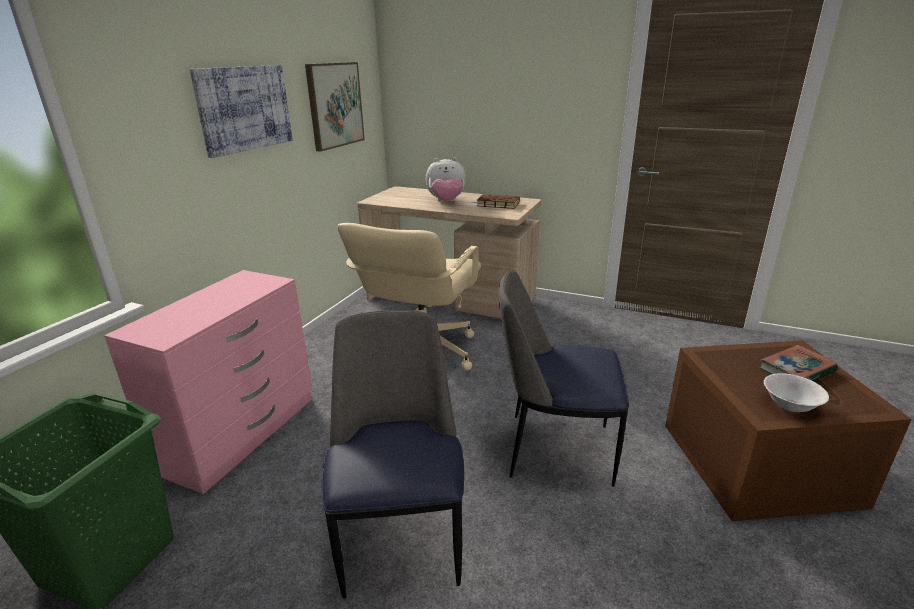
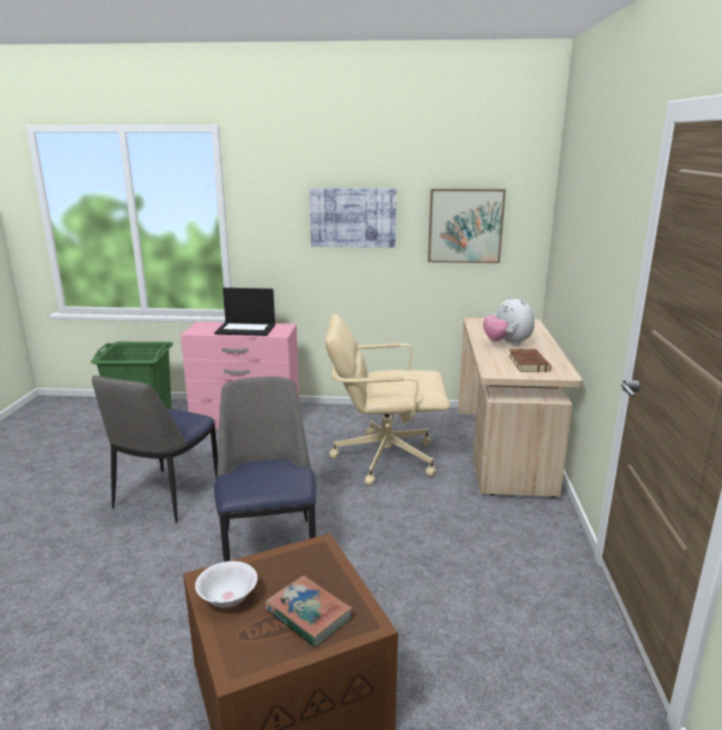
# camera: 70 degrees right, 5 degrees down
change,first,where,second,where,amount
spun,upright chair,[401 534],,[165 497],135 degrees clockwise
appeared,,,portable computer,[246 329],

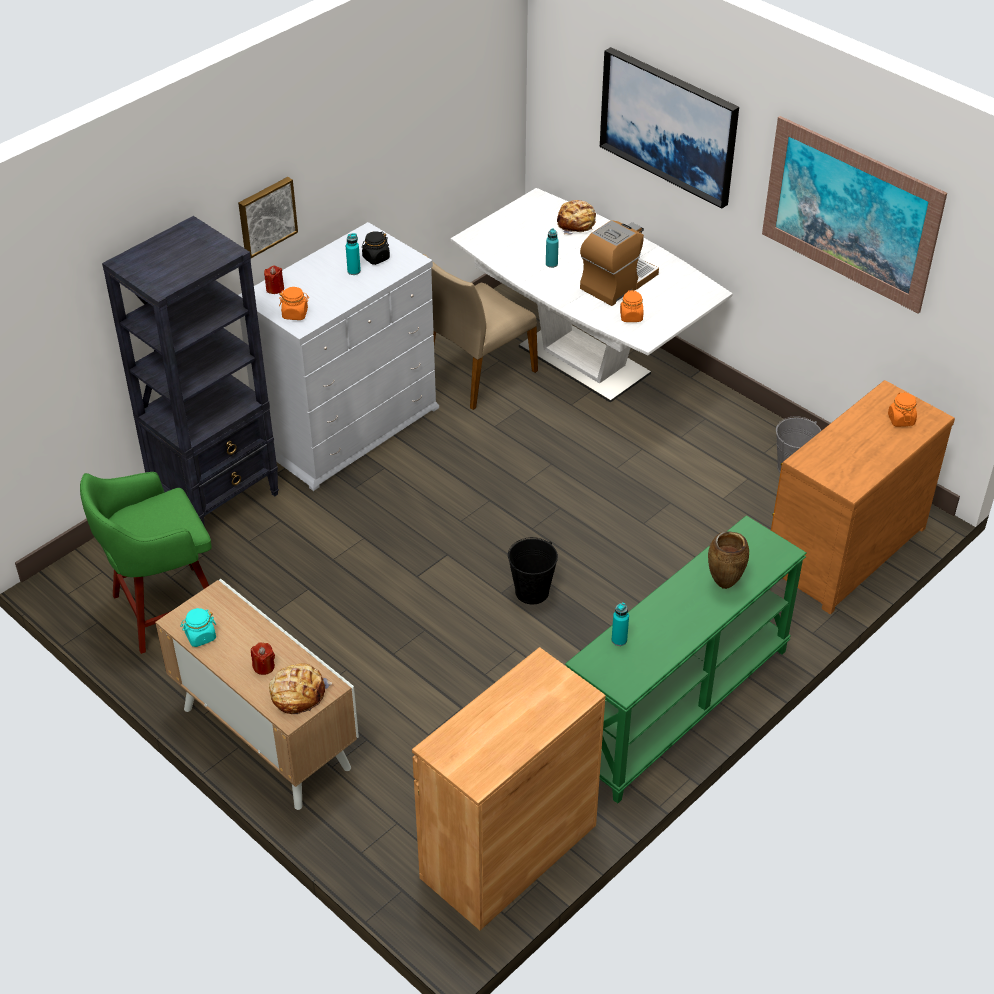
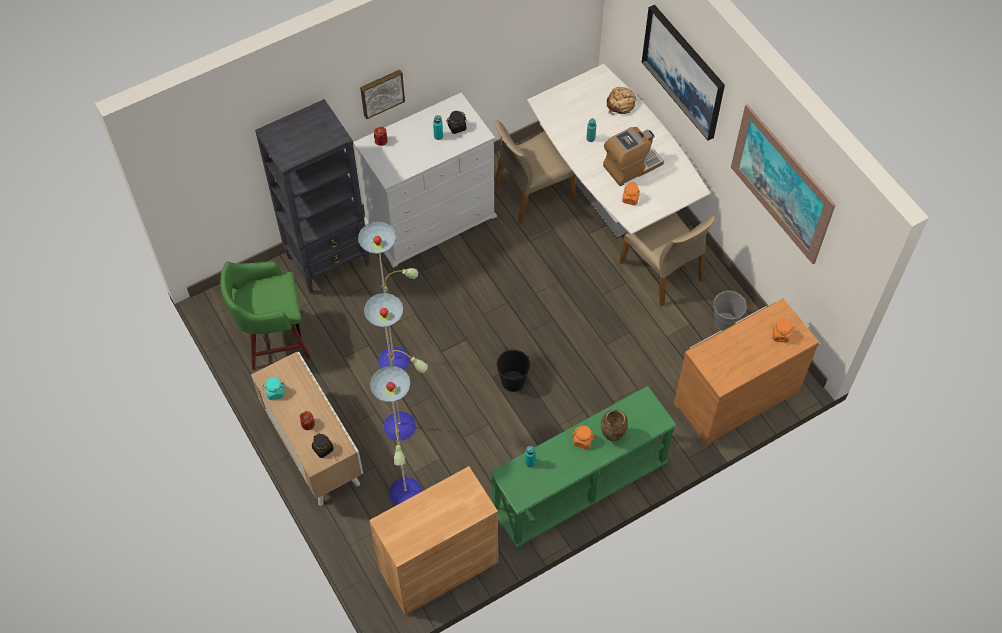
# camera: 15 degrees right, 15 degrees up
change,first,where,second,where,amount
exchanged,baked bread,[298 694],jar in black-coloured,[323 449],
appeared,,,standing lamp,[402 426],
relocated,jar in orange-coloured,[295 314],,[583 440],
appeared,,,upright chair in beige,[662 271],

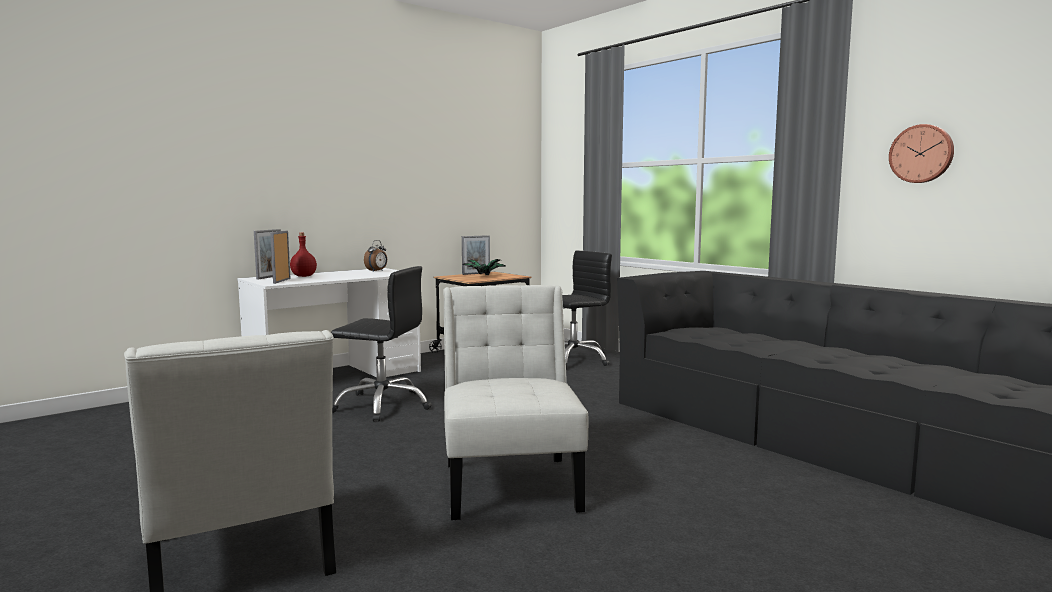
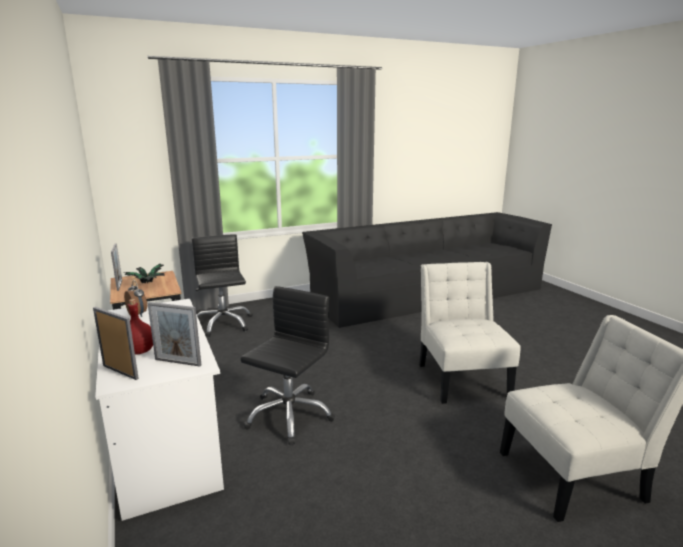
# camera: 75 degrees left, 10 degrees up
change,first,where,second,where,amount
spun,upright chair in white,[510 482],,[461 377],75 degrees clockwise
missing,hanging clock,[921 154],,,

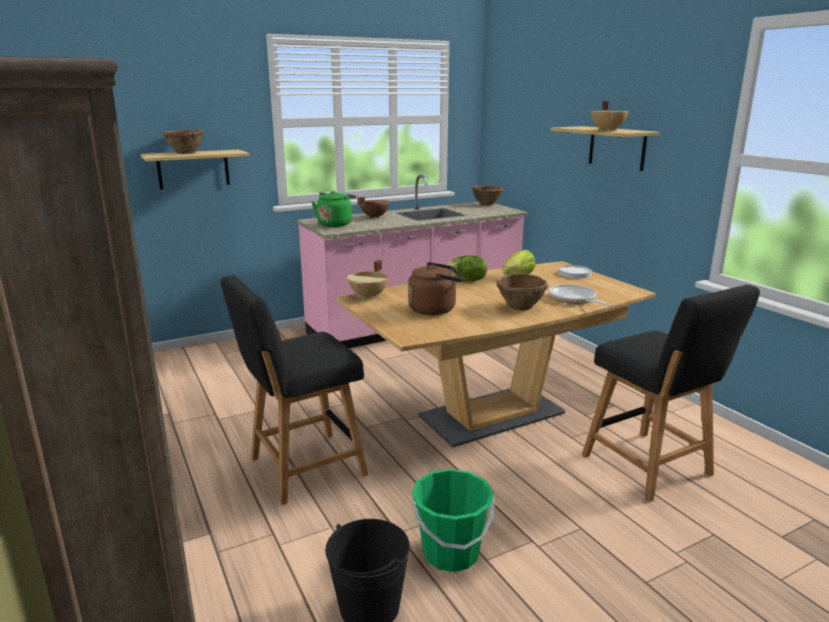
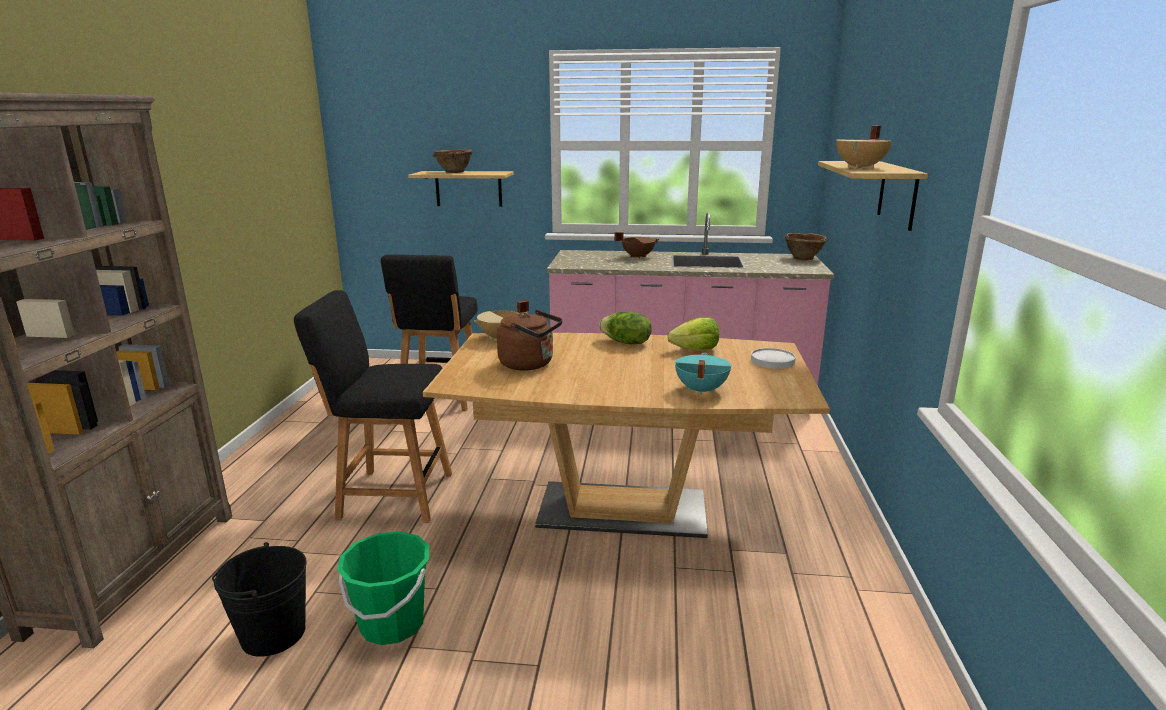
# camera: 35 degrees right, 0 degrees up
change,first,where,second,where,amount
relocated,upright chair in black-coloured,[651 468],,[440 397],
exchanged,pan,[574 299],saucepot in blue-green,[700 390],
missing,water kettle in greenish,[335 224],,,
missing,deep dish in brown,[521 307],,,

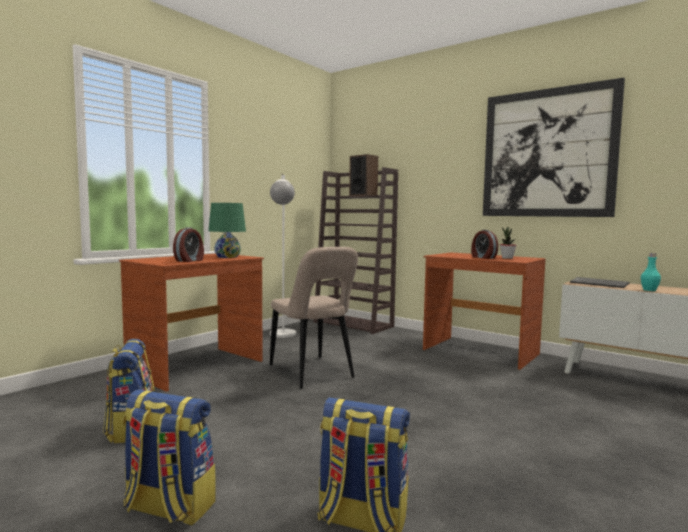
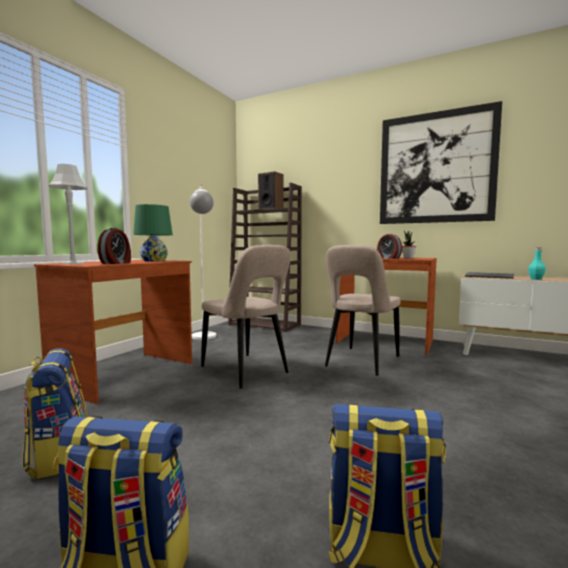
# camera: 10 degrees left, 0 degrees up
change,first,where,second,where,amount
appeared,,,tabletop lamp in grey,[73 263],
appeared,,,upright chair in beige,[361 362],

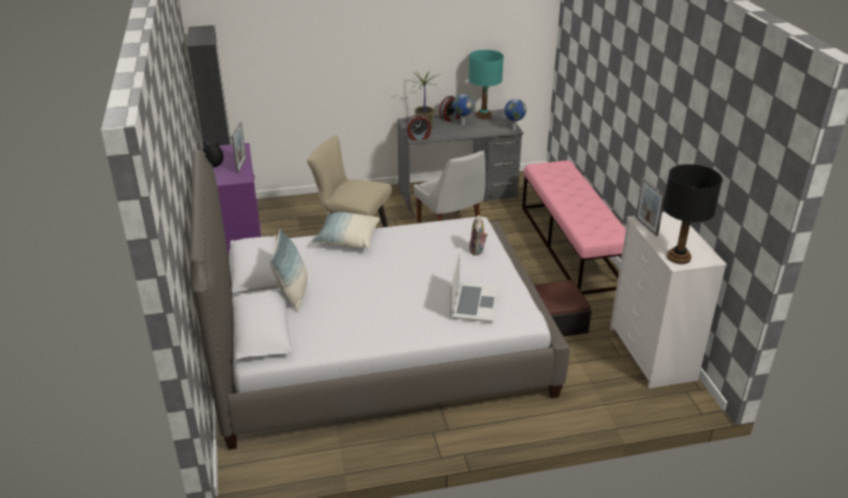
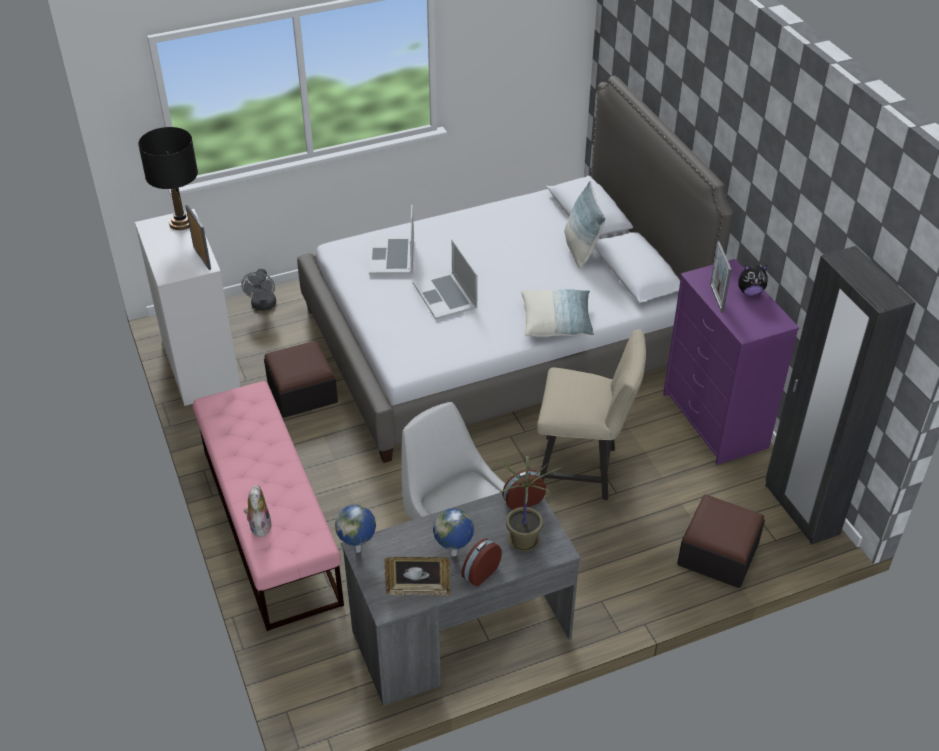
# camera: 170 degrees right, 10 degrees up
change,first,where,second,where,amount
appeared,,,electric fan in grey,[263 306],
relocated,plush toy,[478 250],,[259 525],
exchanged,tabletop lamp in blue-green,[483 116],standing frame,[418 590],
appeared,,,portable computer,[445 295],
appeared,,,ottoman,[718 554],

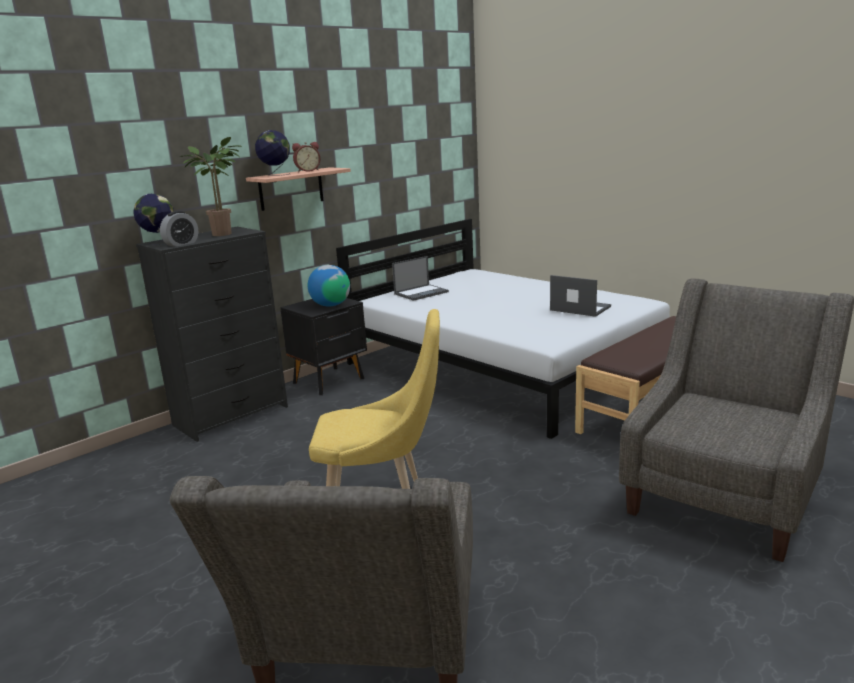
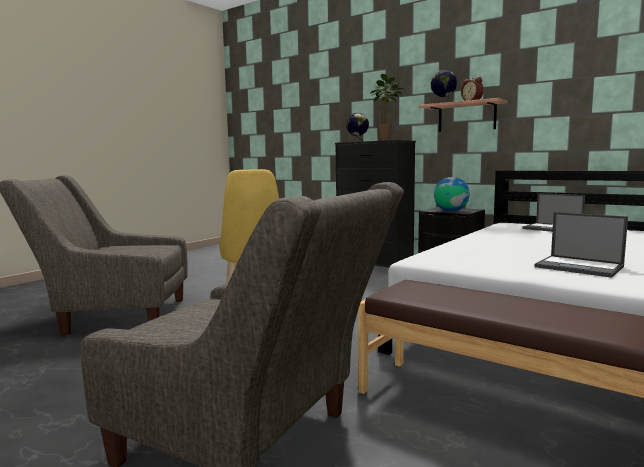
# camera: 80 degrees right, 10 degrees down
change,first,where,second,where,amount
spun,portable computer,[579 308],,[580 267],105 degrees clockwise
missing,bedside clock,[181 244],,,

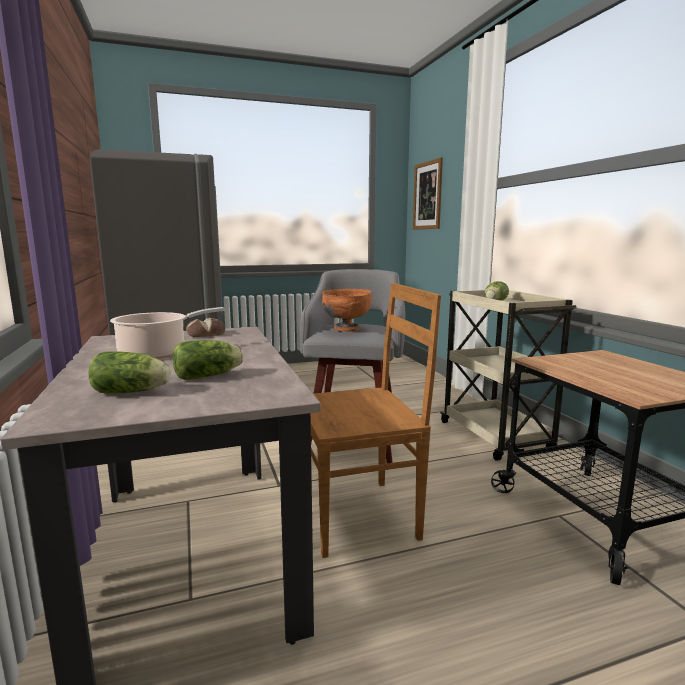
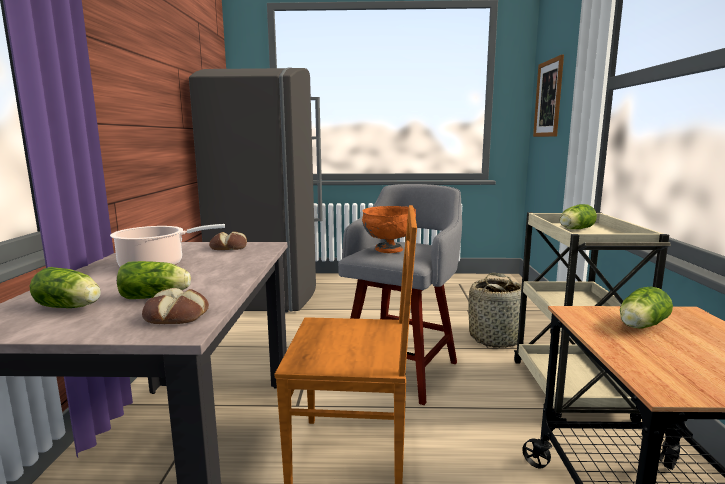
# camera: 20 degrees right, 0 degrees up
change,first,where,second,where,amount
appeared,,,baked bread,[175 316],
appeared,,,basket,[496 338],
appeared,,,lettuce head,[640 326],

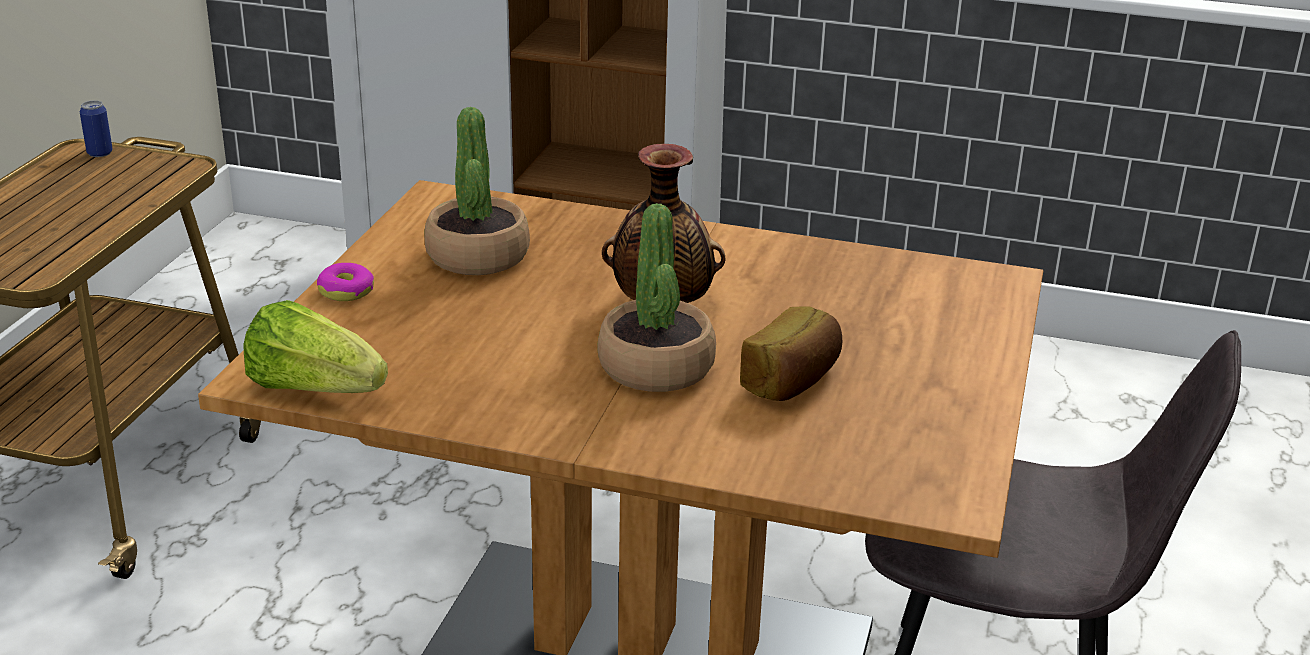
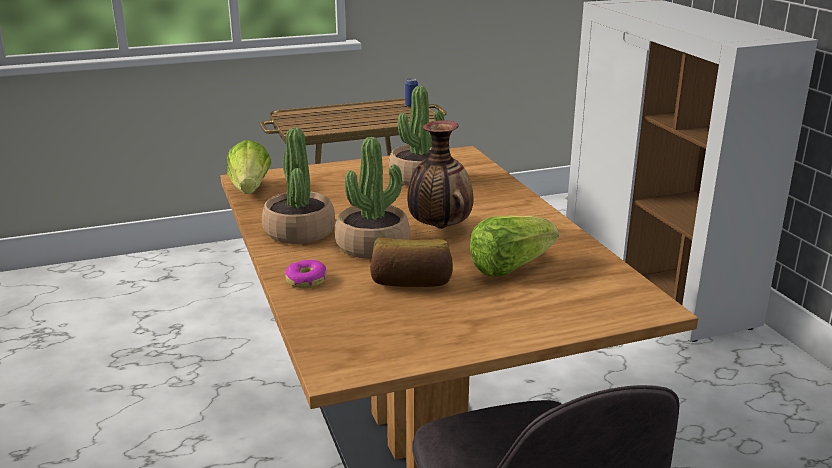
# camera: 55 degrees right, 5 degrees down
change,first,where,second,where,amount
appeared,,,houseplant,[299 231],
relocated,donut,[346 291],,[306 280],
appeared,,,lettuce head,[509 267],

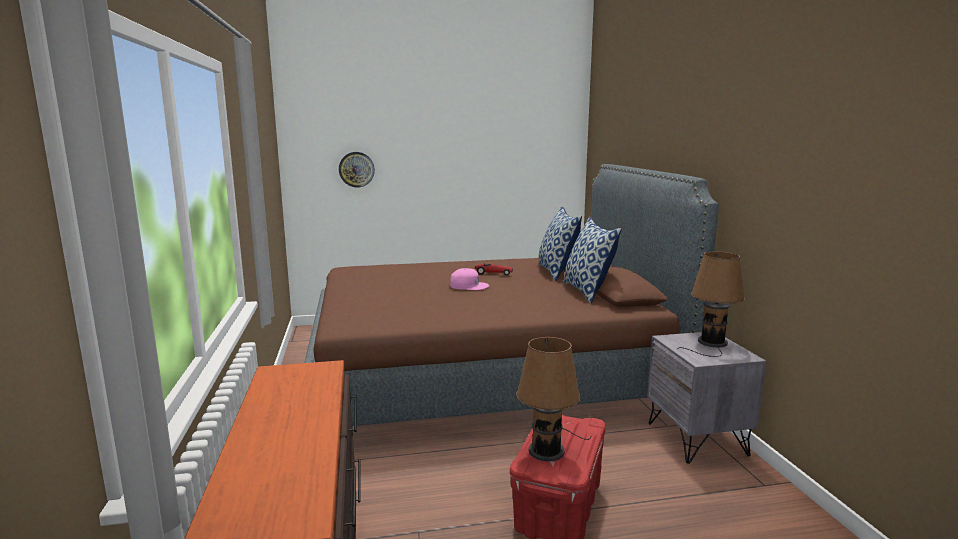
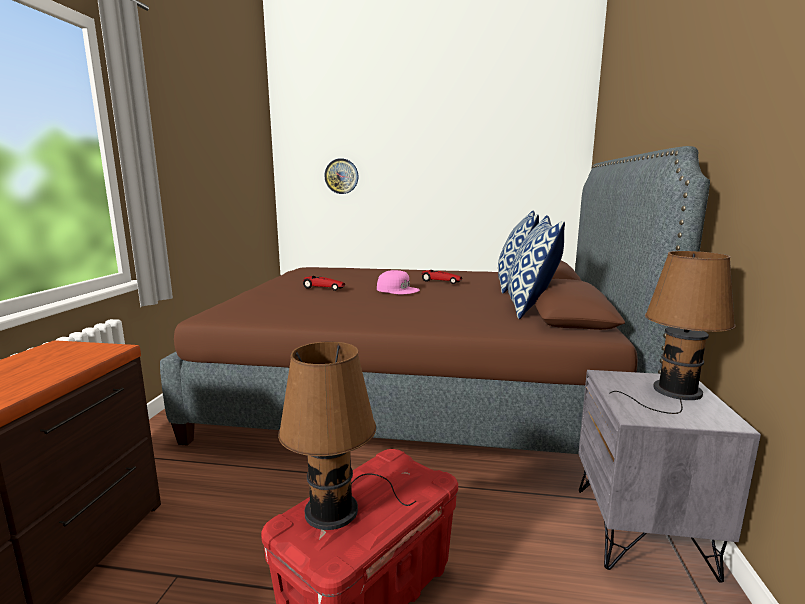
# camera: 20 degrees right, 0 degrees up
change,first,where,second,where,amount
appeared,,,toy car,[323 288],

